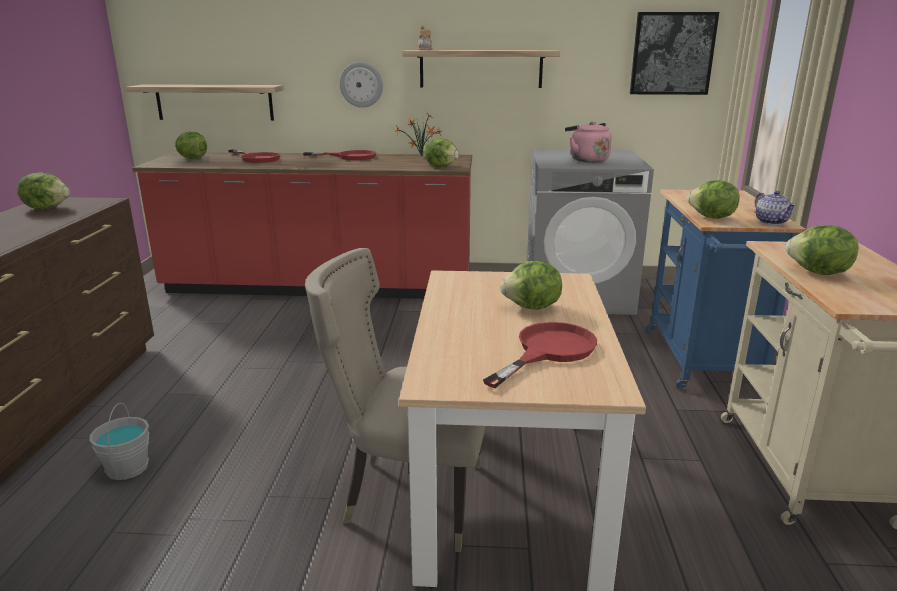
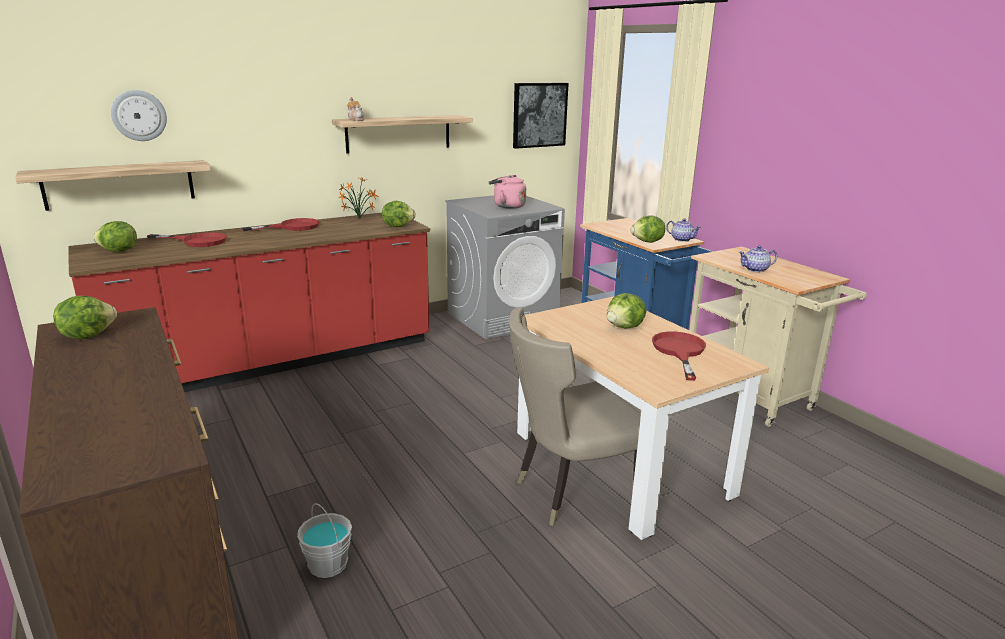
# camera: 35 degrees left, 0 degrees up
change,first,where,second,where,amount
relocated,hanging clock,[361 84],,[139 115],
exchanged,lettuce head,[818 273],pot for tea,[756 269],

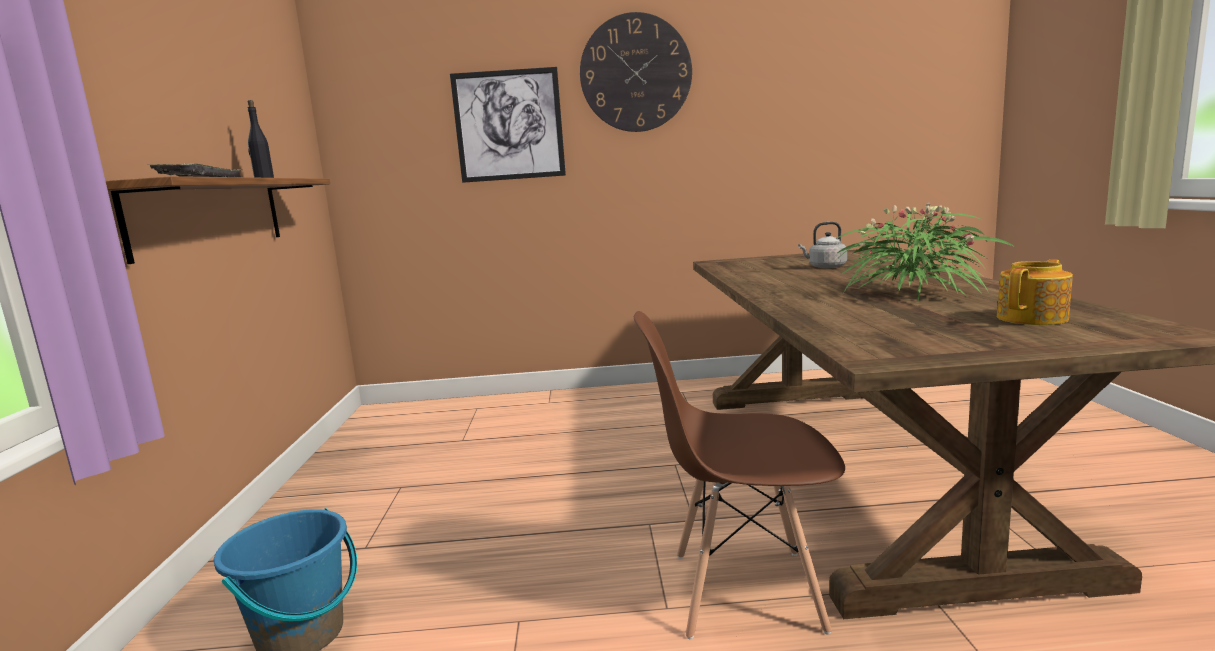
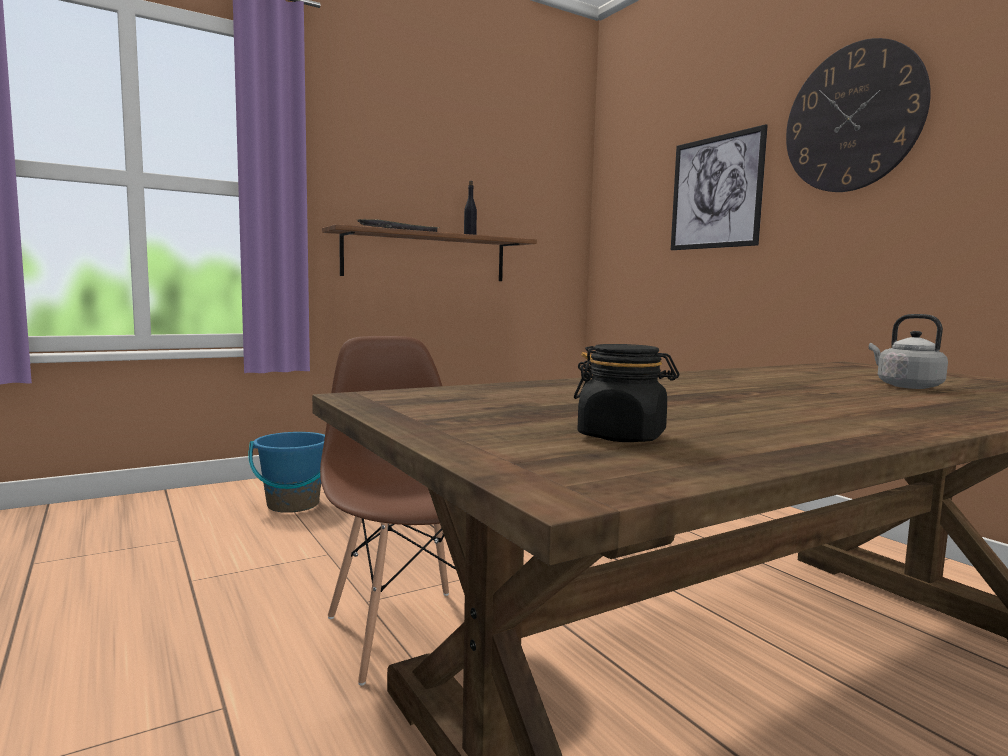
# camera: 60 degrees right, 5 degrees down
change,first,where,second,where,amount
exchanged,pot for tea,[1033 318],jar in black-coloured,[622 436],
missing,houseplant,[913 292],,,

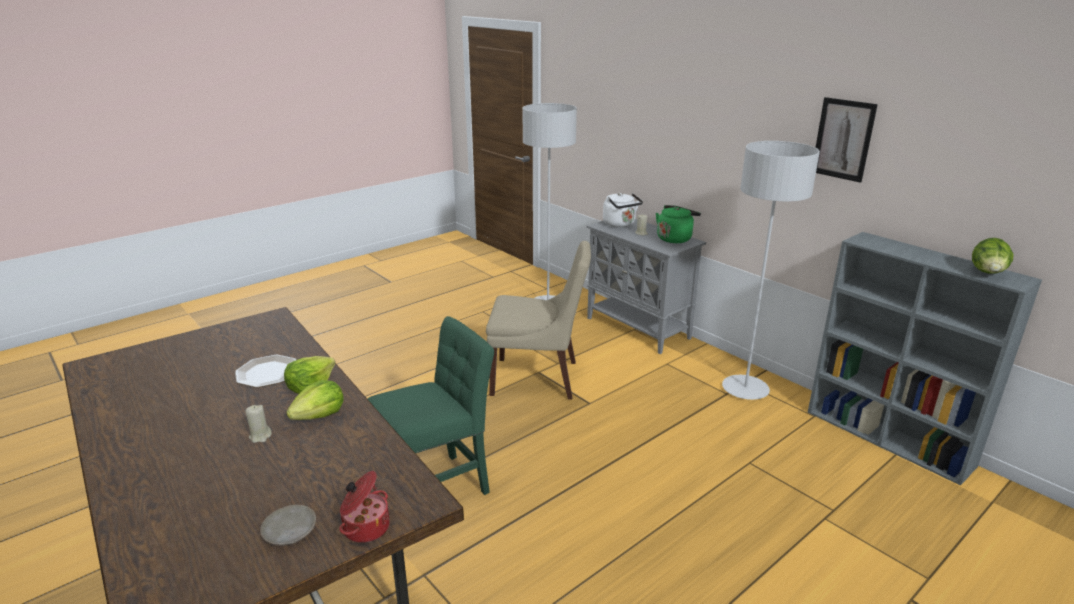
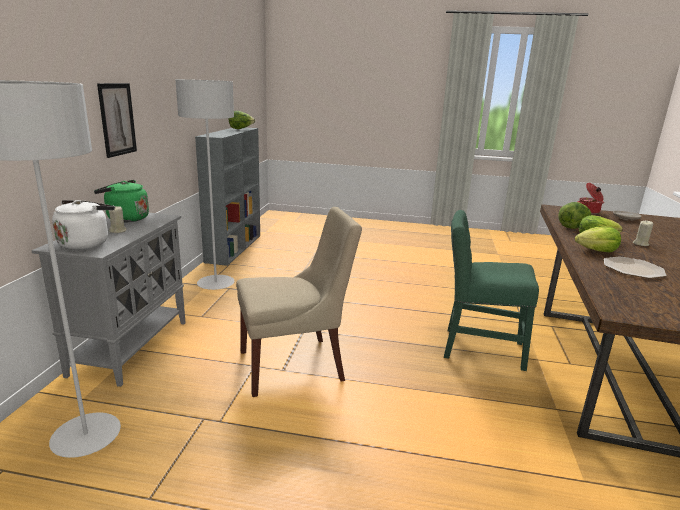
# camera: 130 degrees left, 5 degrees down
change,first,where,second,where,amount
relocated,wall picture,[843 139],,[117 119],
spun,upright chair in beige,[538 378],,[295 365],105 degrees clockwise
appeared,,,lettuce head,[573 227],

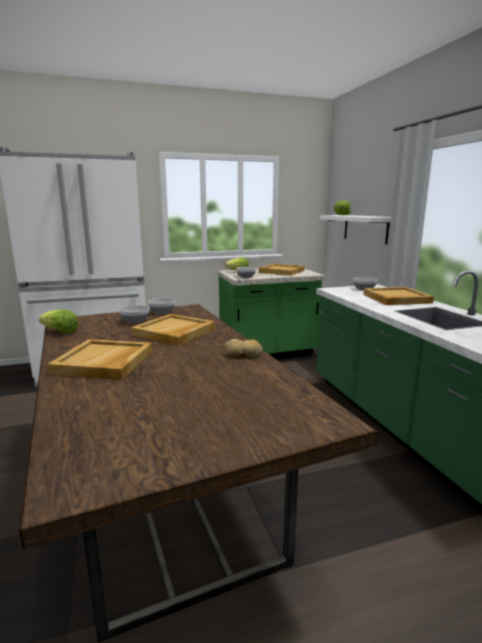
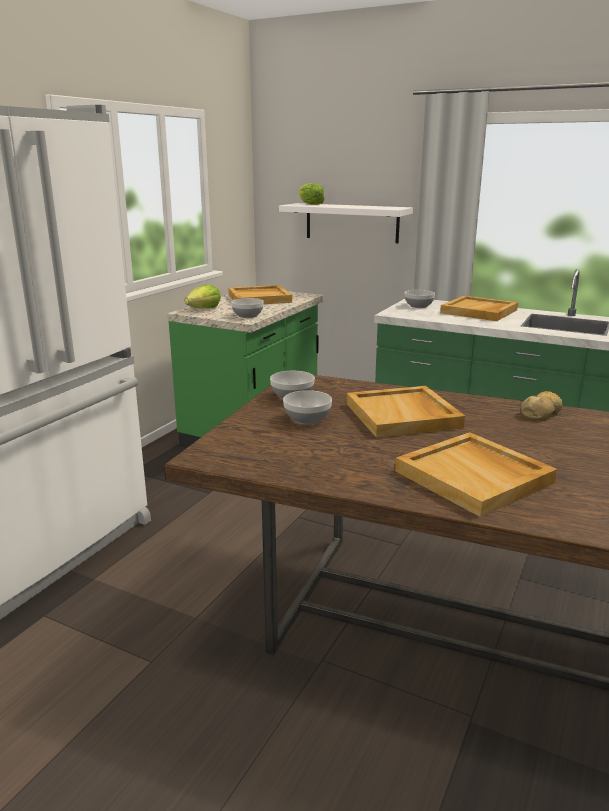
# camera: 45 degrees left, 5 degrees up
change,first,where,second,where,amount
missing,lettuce head,[60 332],,,

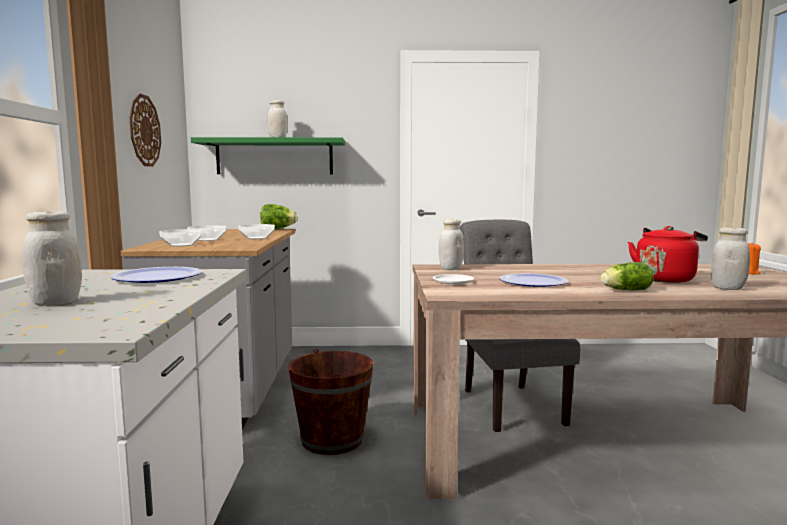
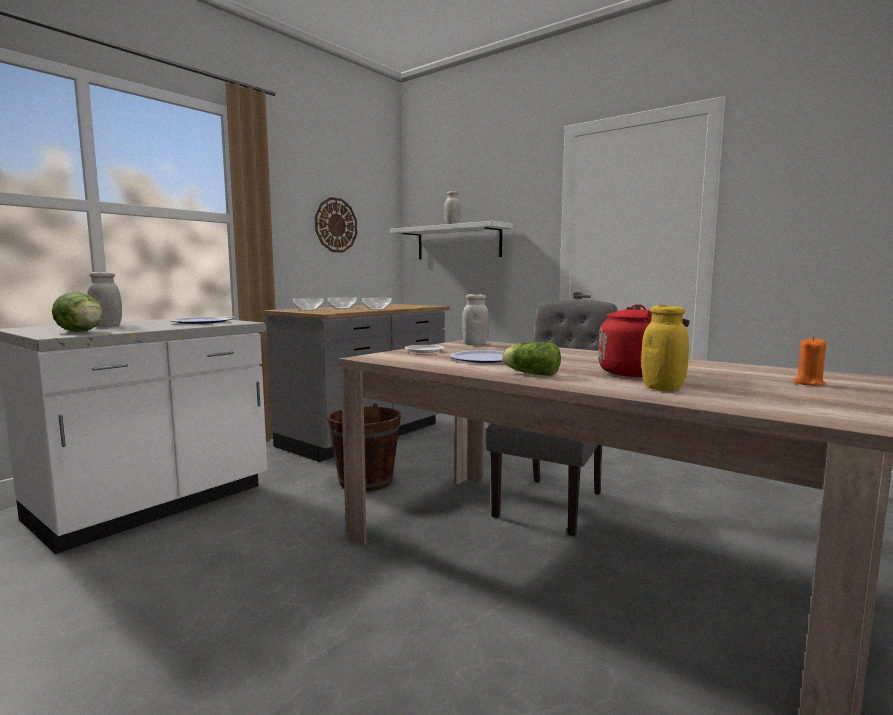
# camera: 40 degrees right, 0 degrees up
change,first,where,second,where,amount
relocated,lettuce head,[277 229],,[83 332],
colour,shelf in greenish,[274 157],shelf in white,[458 242],
colour,jar in white,[727 288],jar in yellowish,[662 388],

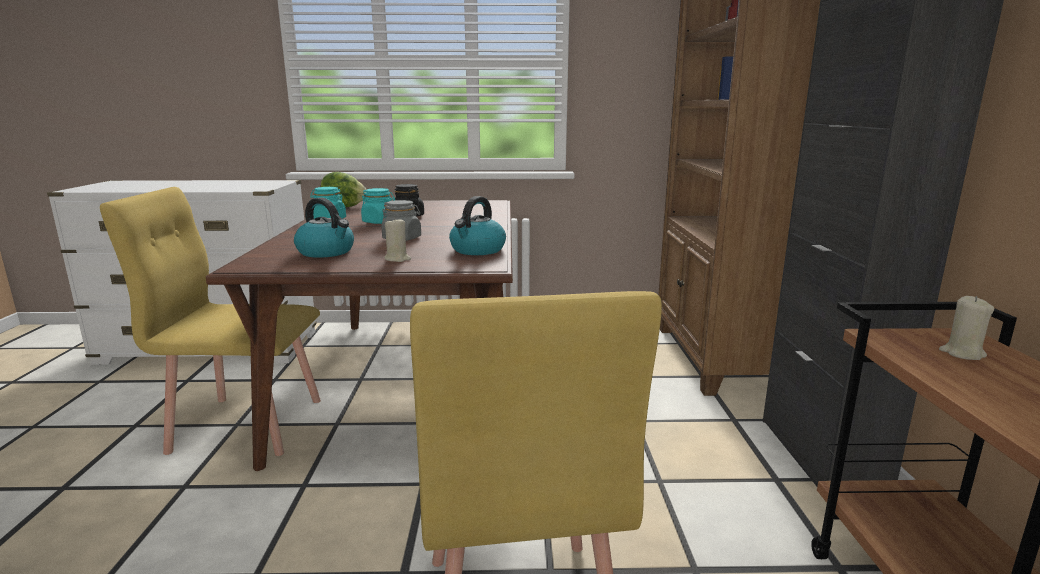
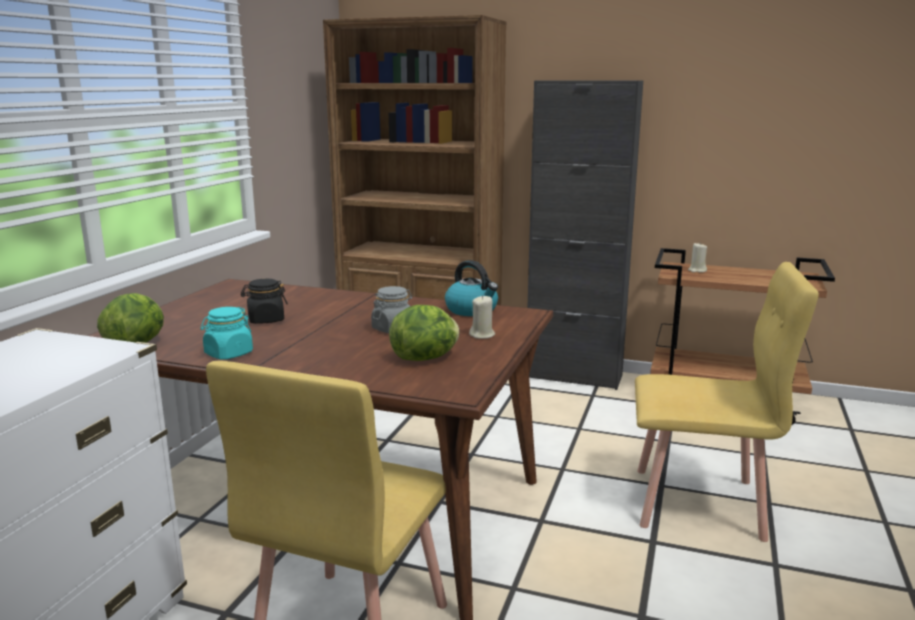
# camera: 70 degrees left, 0 degrees up
change,first,where,second,where,amount
exchanged,water kettle,[326 252],lettuce head,[425 358],
missing,jar in blue-green,[379 222],,,

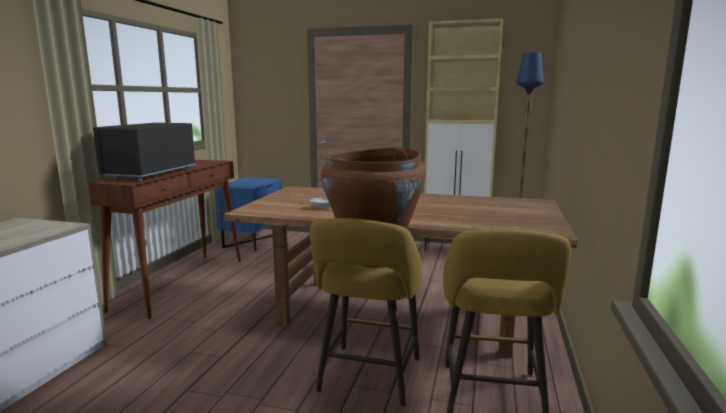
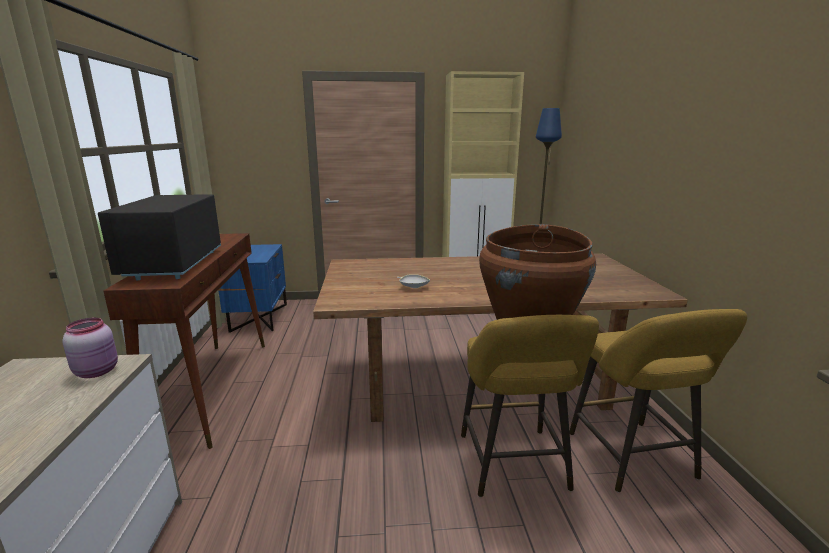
# camera: 20 degrees left, 5 degrees up
change,first,where,second,where,amount
appeared,,,jar in pinkish,[98 371],

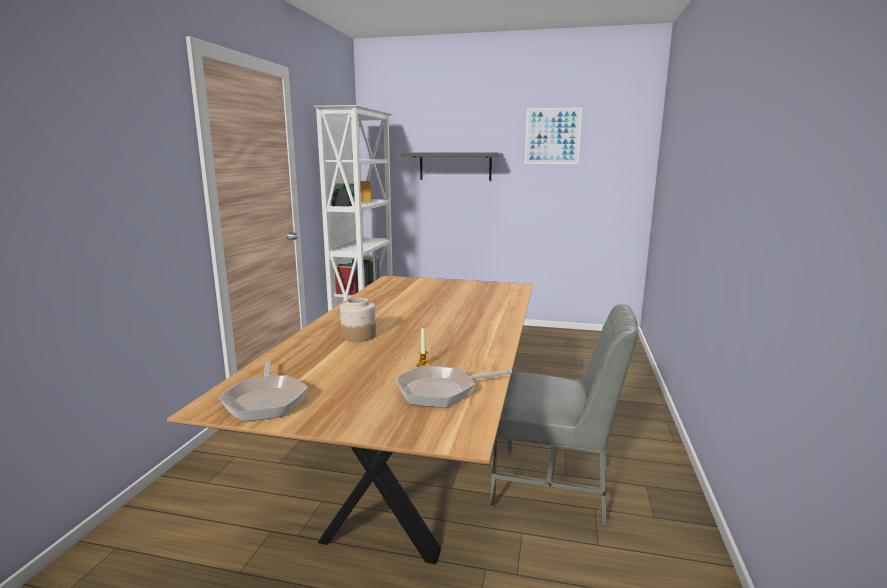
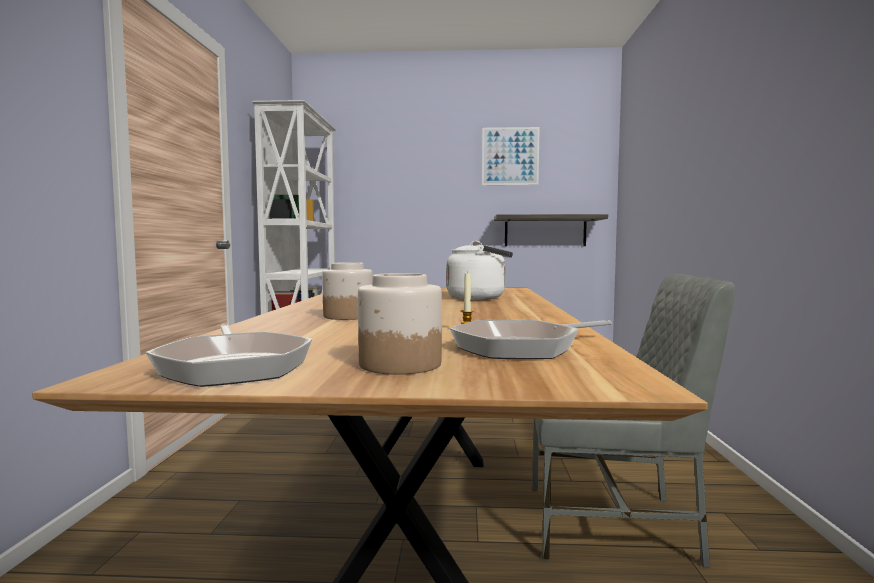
# camera: 10 degrees left, 10 degrees down
change,first,where,second,where,amount
appeared,,,jar,[399 364],
appeared,,,water kettle in white,[480 298],
relocated,shelf,[455 166],,[545 231],

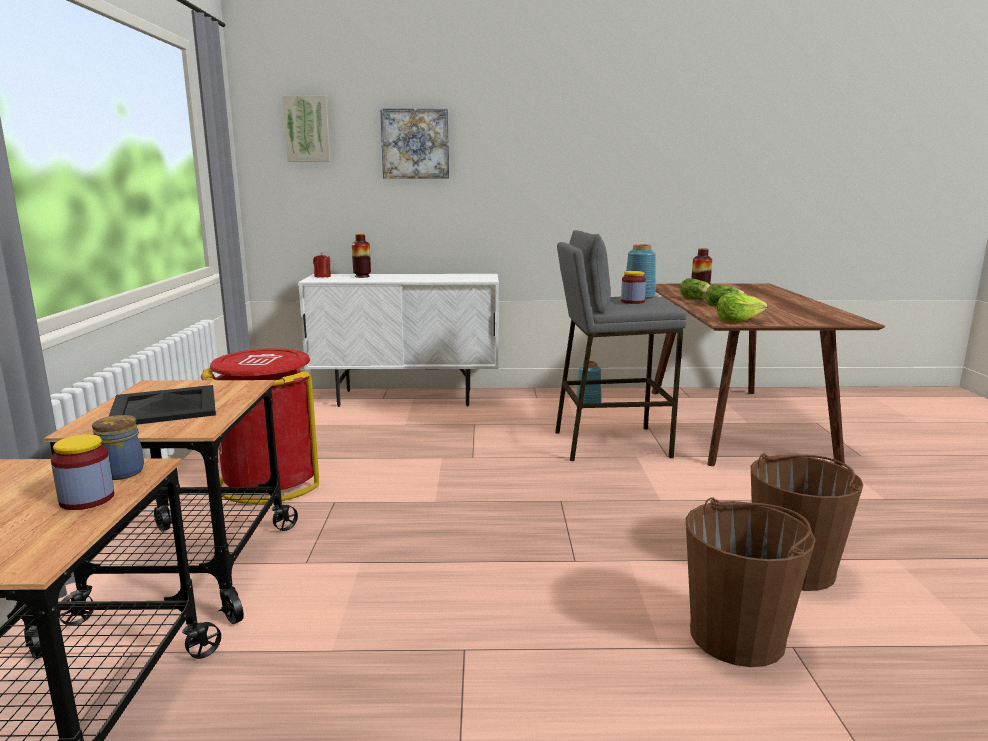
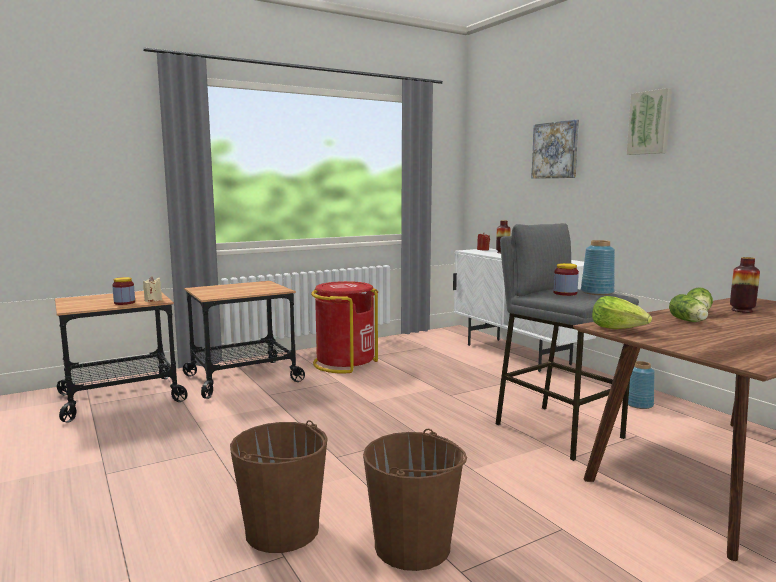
# camera: 60 degrees right, 5 degrees down
change,first,where,second,where,amount
exchanged,jar,[122 472],wax candle in beige,[153 300],
relocated,wall picture,[307 129],,[650 123],
missing,serving tray in black-coloured,[163 406],,,

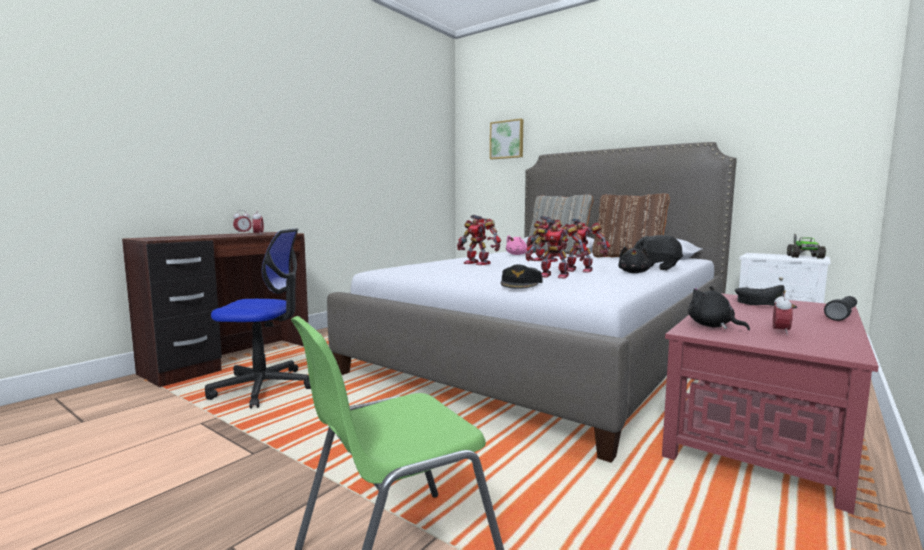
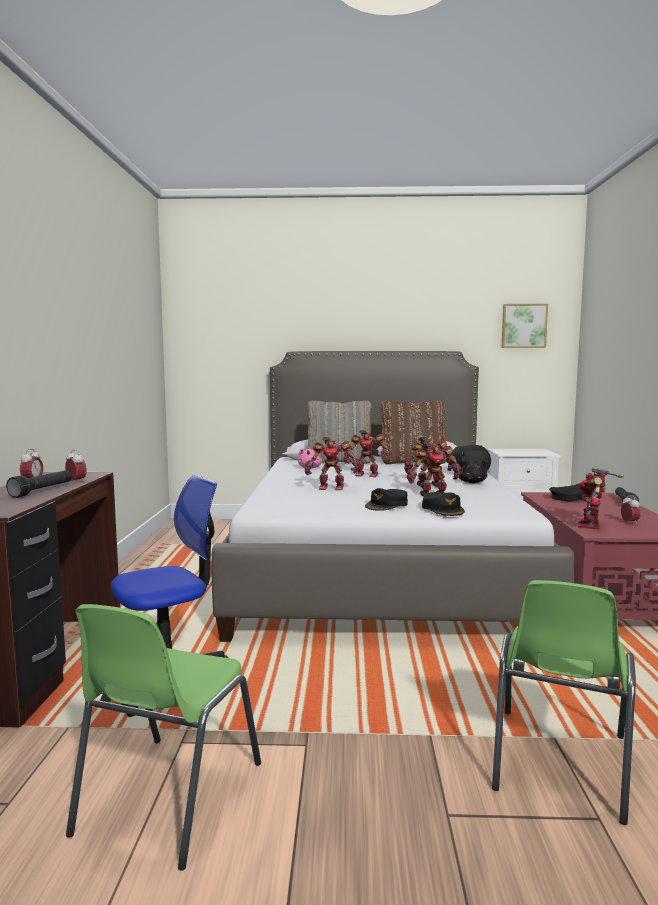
# camera: 35 degrees left, 0 degrees up
change,first,where,second,where,amount
appeared,,,hand torch in black-coloured,[42 491],
appeared,,,upright chair in greenish,[167 798],
appeared,,,peaked cap in black-coloured,[387 505],
relocated,wall picture,[507 139],,[523 326],
exchanged,plush toy in black-coloured,[712 326],robot figure,[591 525],
missing,toy truck,[805 257],,,

